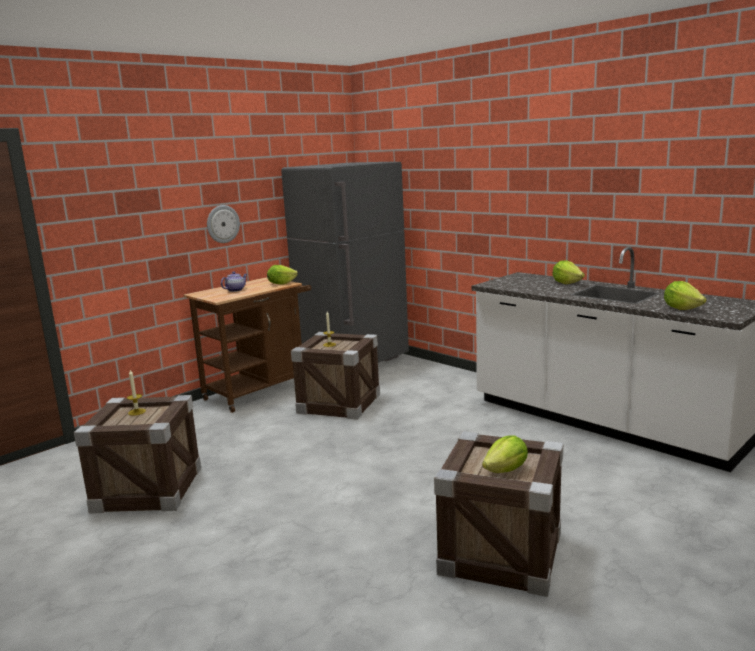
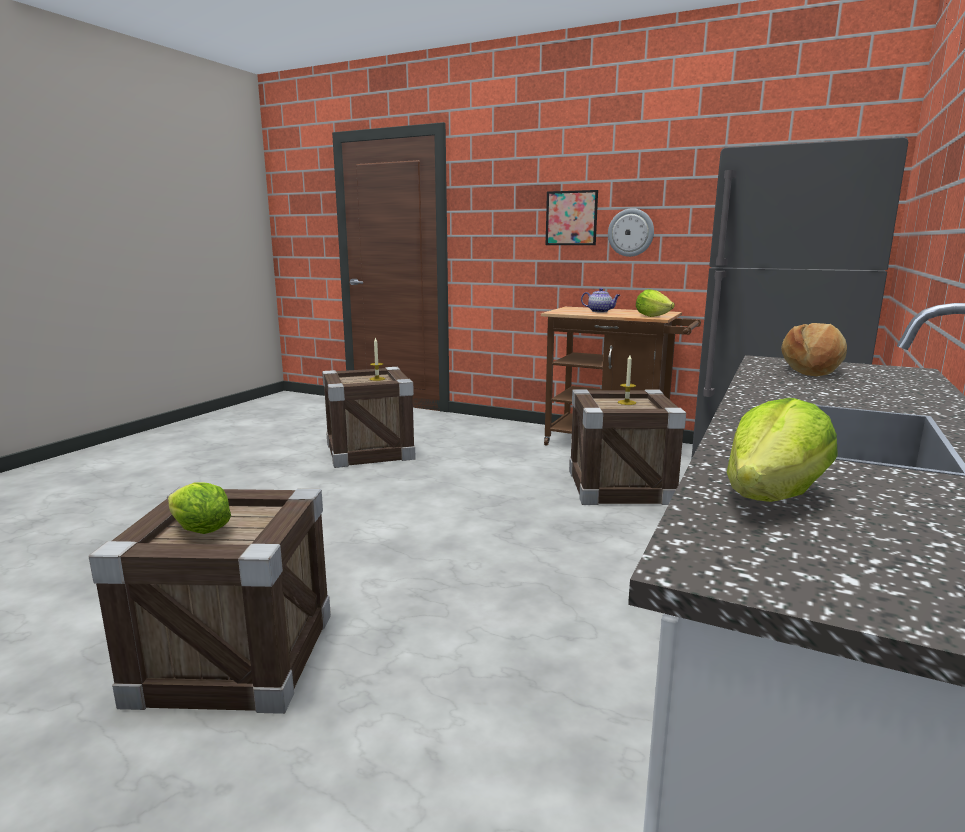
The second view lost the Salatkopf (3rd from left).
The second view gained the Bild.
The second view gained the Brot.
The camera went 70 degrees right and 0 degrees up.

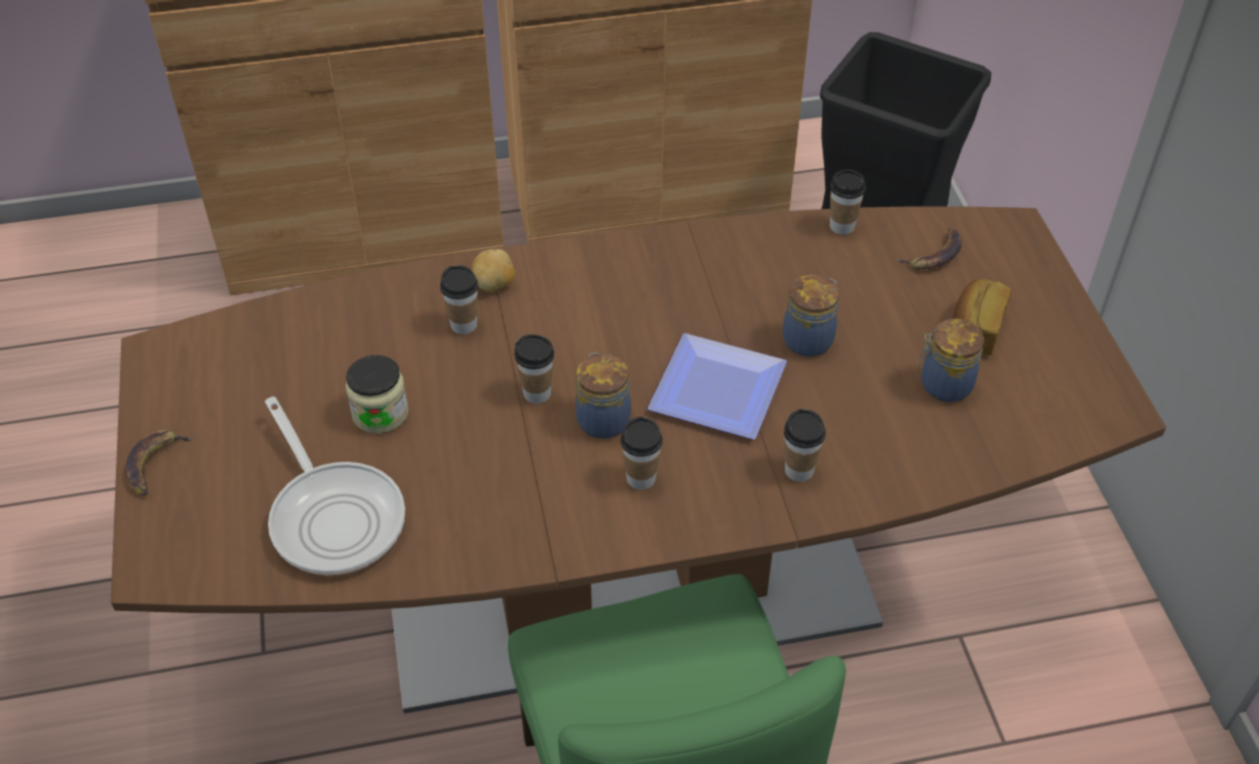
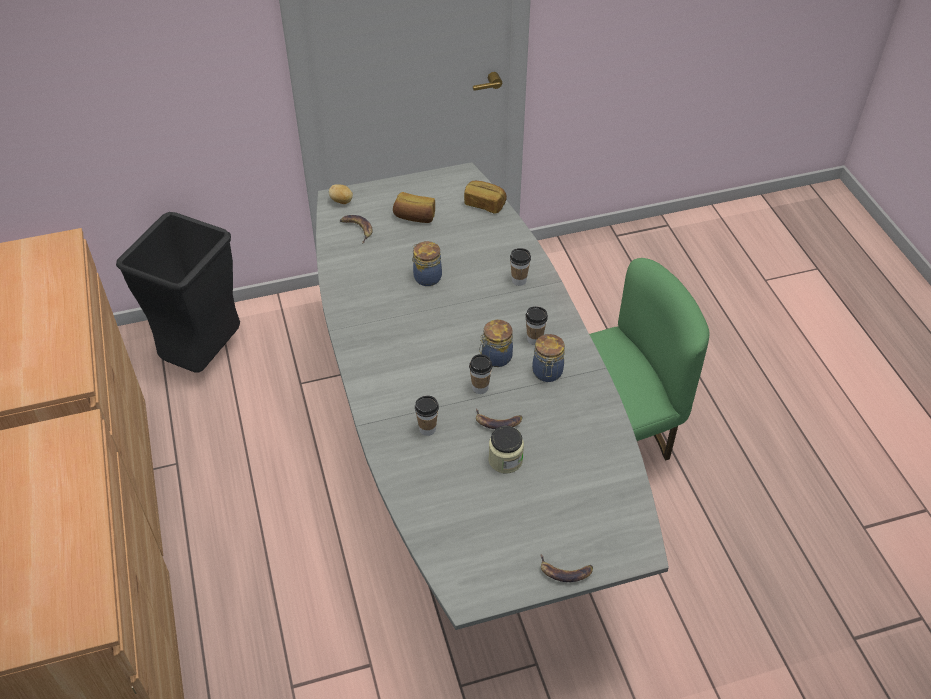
The second view lost the Pfanne.
The second view lost the Teller.
The second view lost the Tasse (5th from left).
The second view gained the Brot (2nd from left).
The second view gained the Banane (2nd from left).
The Kartoffel ended up elsewhere.
The Vorratsglas (4th from left) ended up elsewhere.
What was the Esstisch [braun] turned into the Esstisch [grau].
The camera went 95 degrees left and 0 degrees up.

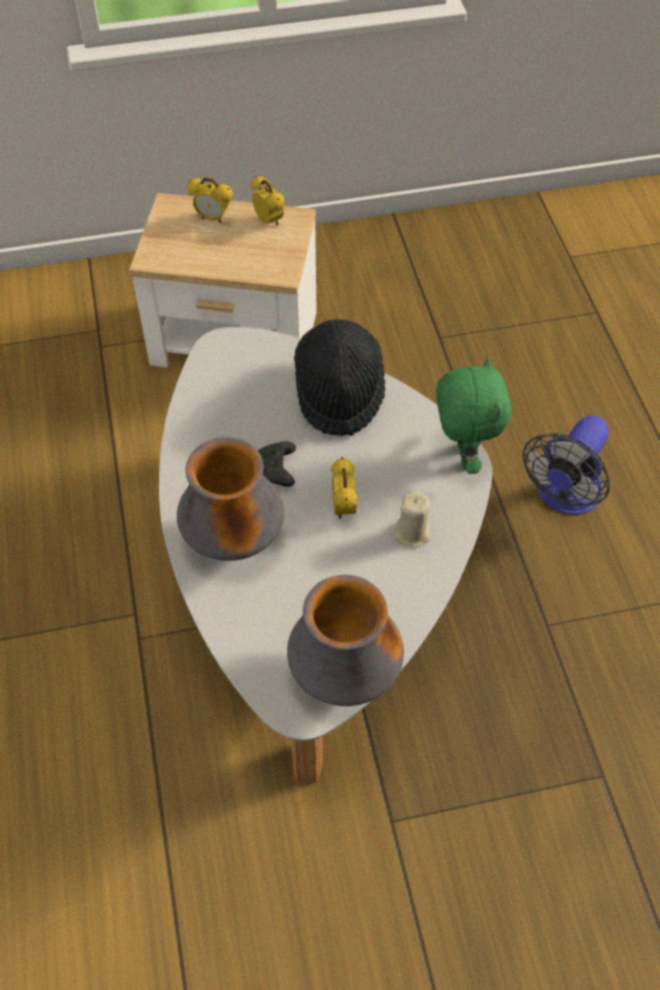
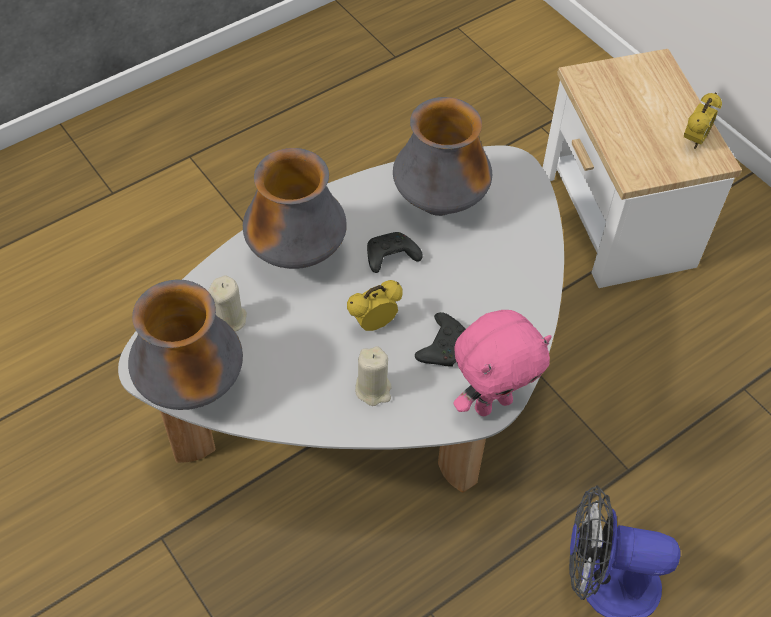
The second view lost the Wecker (1st from left).
The second view lost the Hut [schwarz].
The second view gained the Kerze [beige] (1st from left).
The second view gained the Vase (3rd from left).
The second view gained the Gamepad [schwarz] (2nd from left).
What was the Plüschtier [grün] turned into the Plüschtier [rosa].
The camera went 65 degrees right and 0 degrees up.

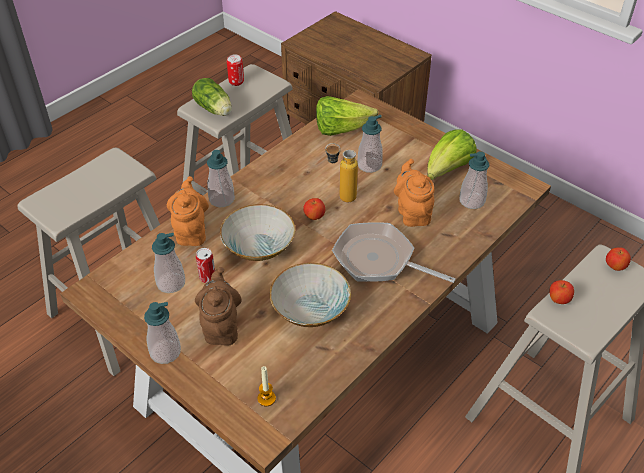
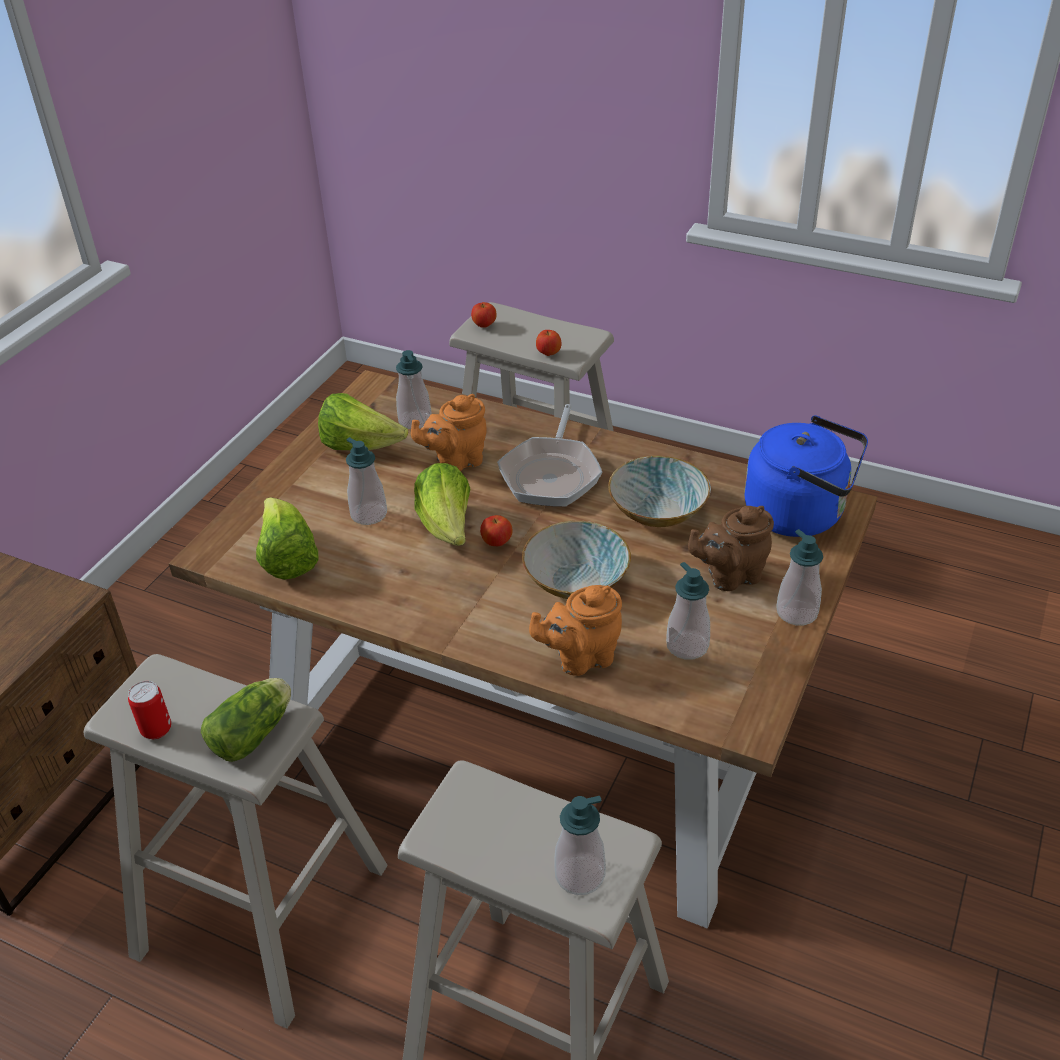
The second view lost the Dose (1st from left).
The Seifenspender (3rd from left) ended up elsewhere.
Where the Kerze stood, the Wasserkessel [blau] came to stand.
Where the Flasche stood, the Salatkopf (4th from left) came to stand.
The camera went 105 degrees left and 5 degrees down.

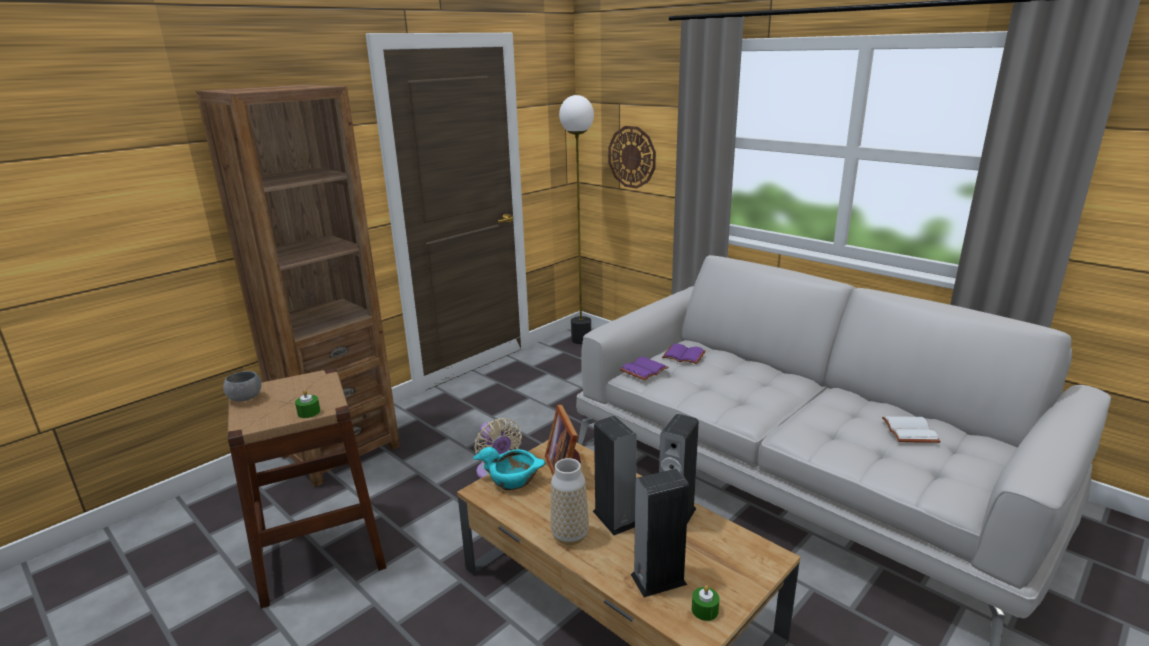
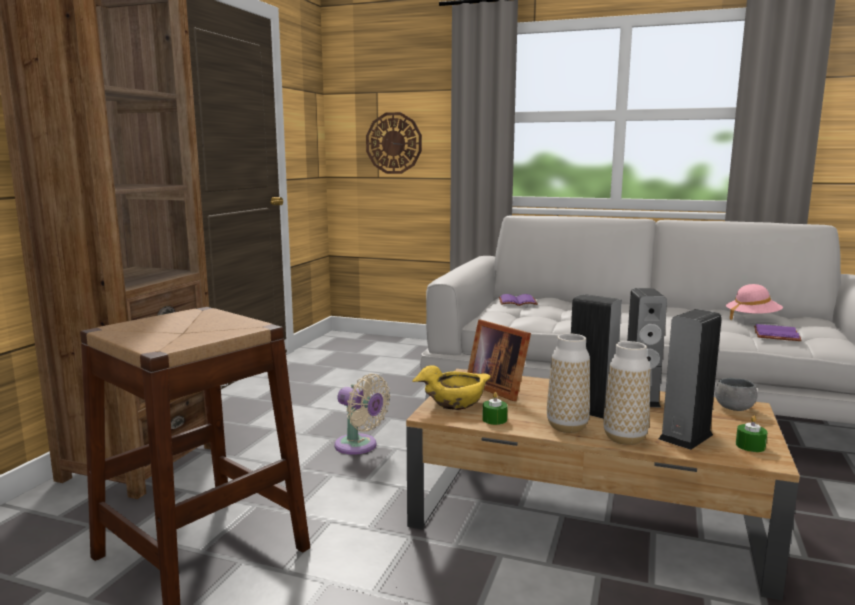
The second view lost the Stehlampe.
The second view gained the Vase (2nd from left).
The Schüssel [grau] ended up elsewhere.
The Kerze [grün] (1st from left) ended up elsewhere.
The Buch [lila] (1st from left in the first image) ended up elsewhere.
Where the Buch [weiß] stood, the Hut [rosa] came to stand.
What was the Schüssel [türkis] turned into the Schüssel [gelb].
The camera went 25 degrees left and 10 degrees down.

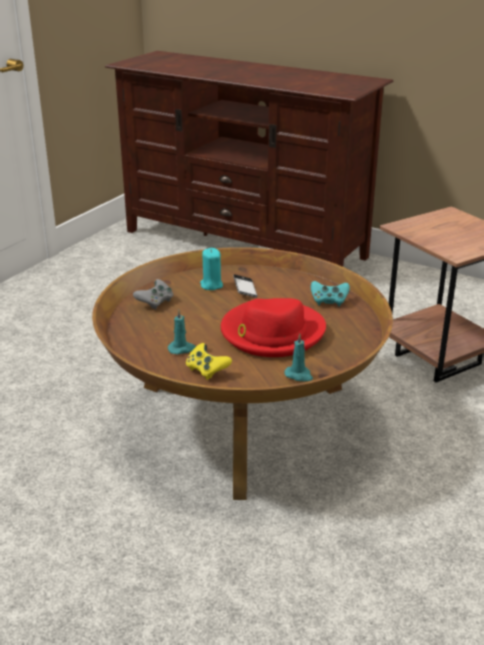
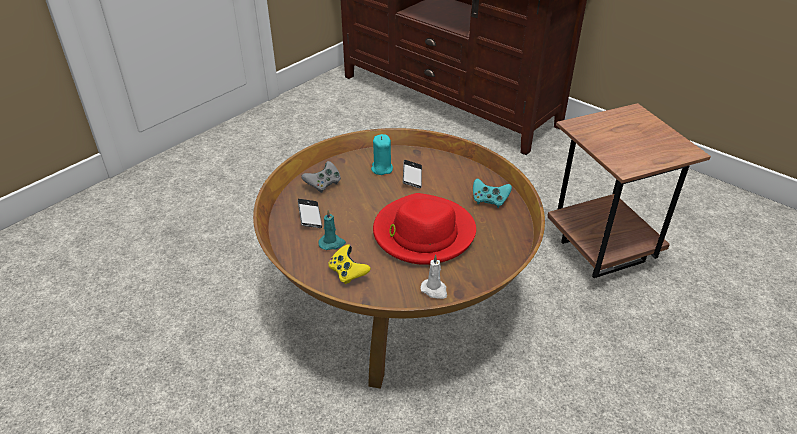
The second view gained the Handy (1st from left).
What was the Kerze [türkis] (3rd from left) turned into the Kerze [weiß].
The camera went 10 degrees right and 10 degrees up.

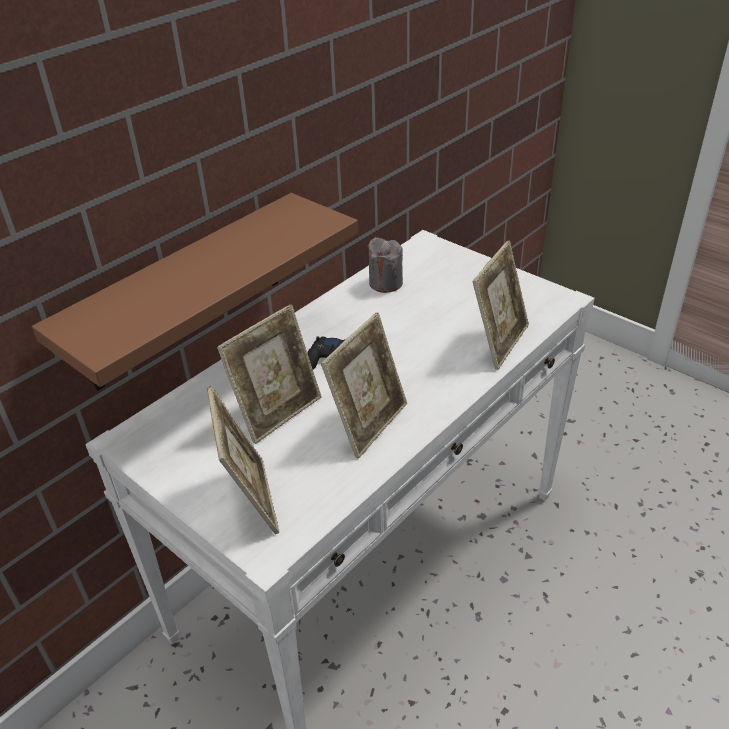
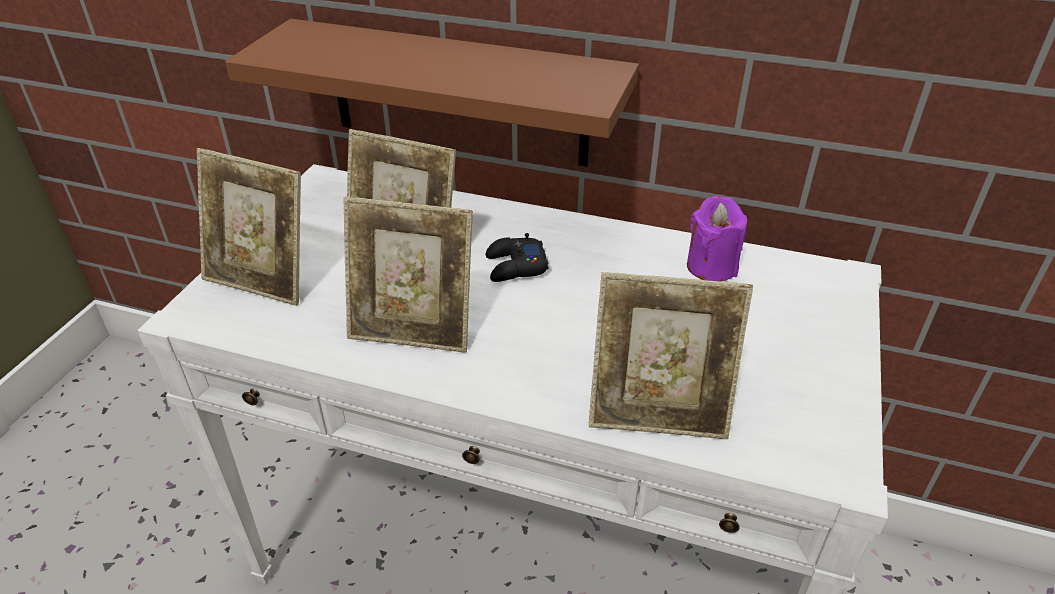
What was the Kerze [grau] turned into the Kerze [lila].
The Bilderrahmen (1st from left) ended up facing another way, 60 degrees clockwise from before.
The camera went 65 degrees right and 0 degrees up.

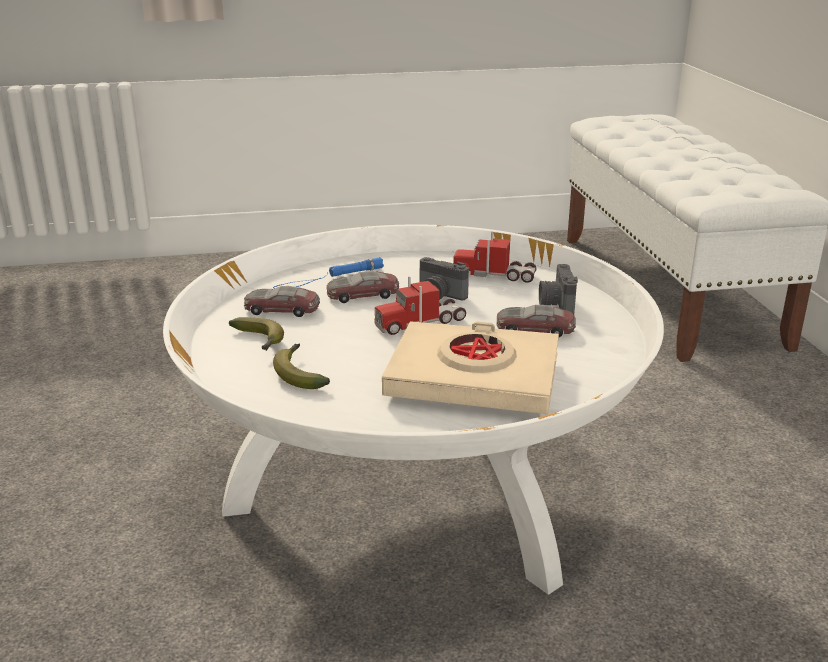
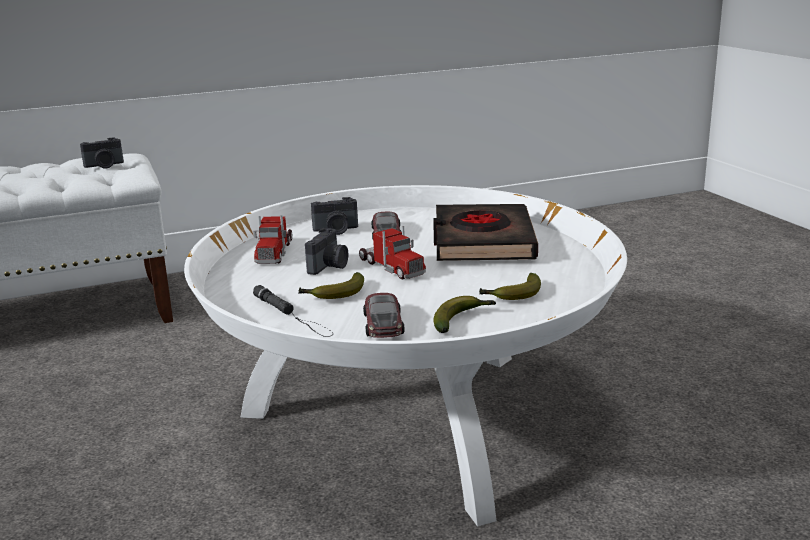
The second view gained the Kamera (1st from left).
Where the Spielzeugauto (2nd from left) stood, the Banane (1st from left) came to stand.
What was the Taschenlampe [blau] turned into the Taschenlampe [schwarz].
What was the Buch [beige] turned into the Buch [schwarz].
The camera went 100 degrees left and 5 degrees down.

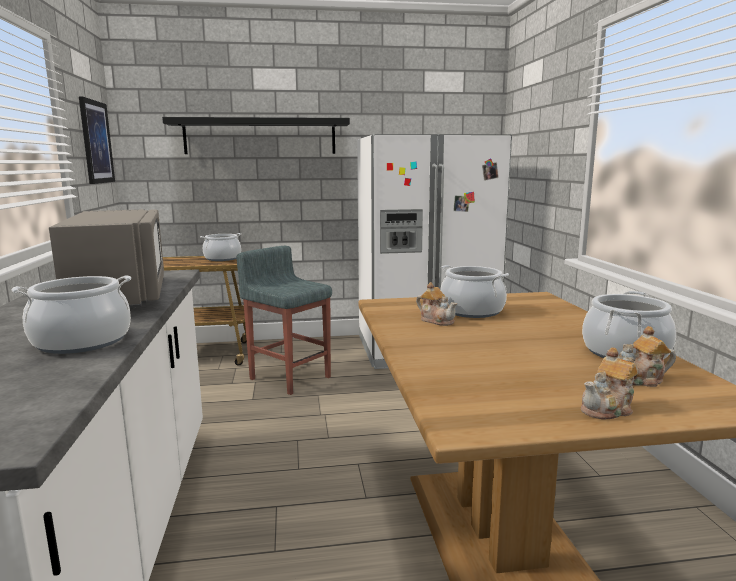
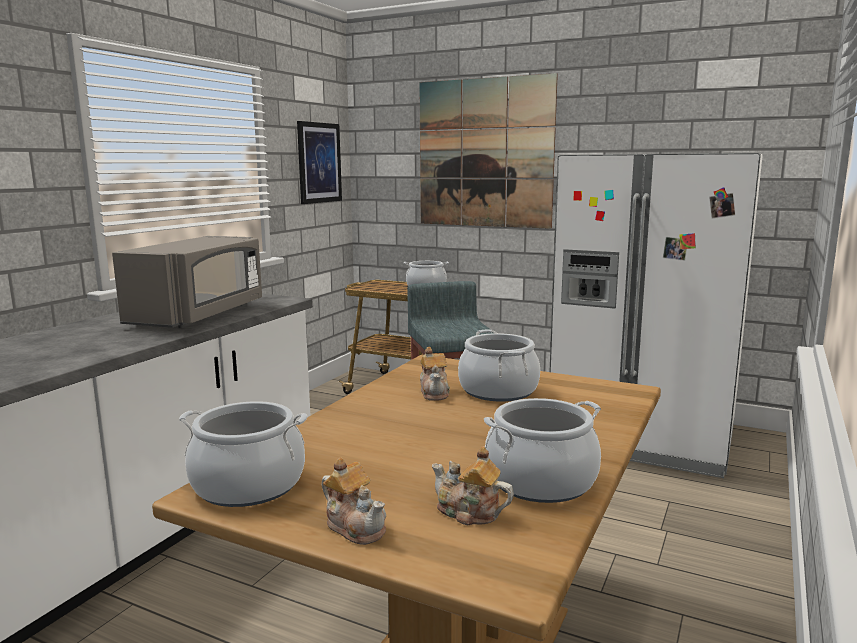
The Kochtopf (1st from left) ended up elsewhere.
Where the Wandregal [schwarz] hung, the Bild (2nd from left) came to hang.
The Teekanne (2nd from left in the first image) ended up facing another way, 135 degrees counterclockwise from before.
The camera went 35 degrees right and 0 degrees up.

